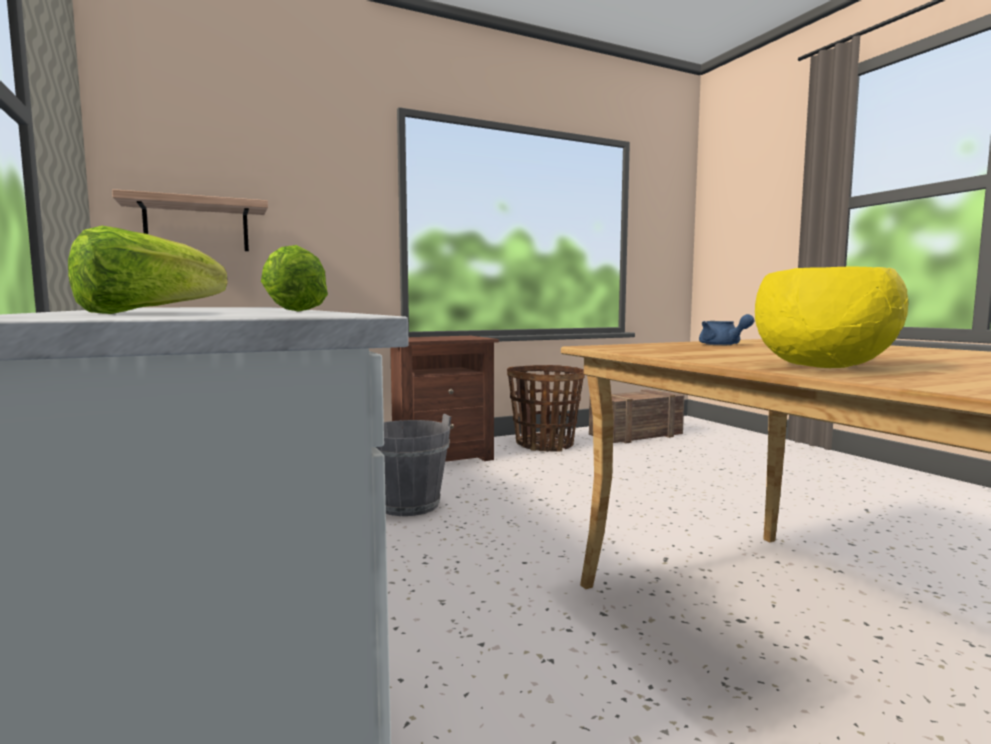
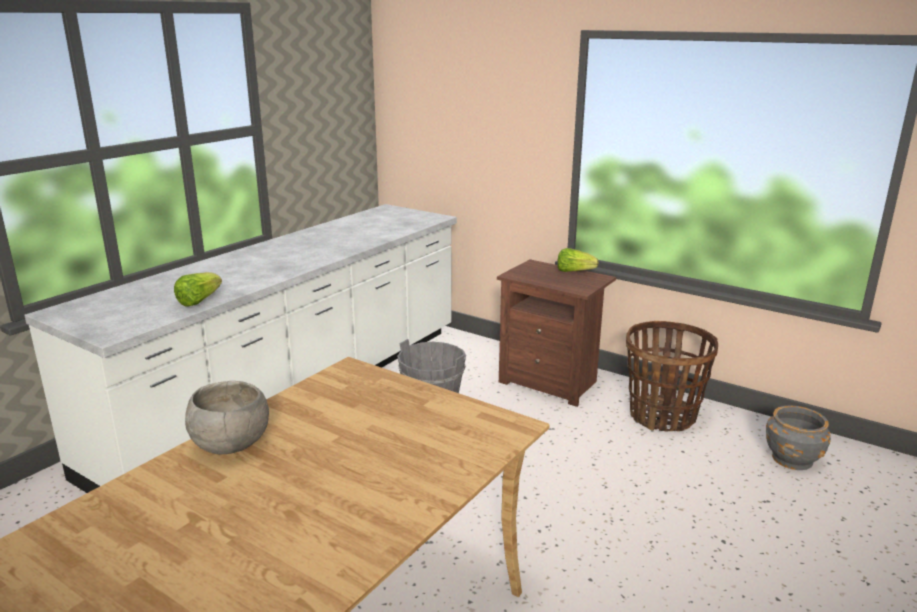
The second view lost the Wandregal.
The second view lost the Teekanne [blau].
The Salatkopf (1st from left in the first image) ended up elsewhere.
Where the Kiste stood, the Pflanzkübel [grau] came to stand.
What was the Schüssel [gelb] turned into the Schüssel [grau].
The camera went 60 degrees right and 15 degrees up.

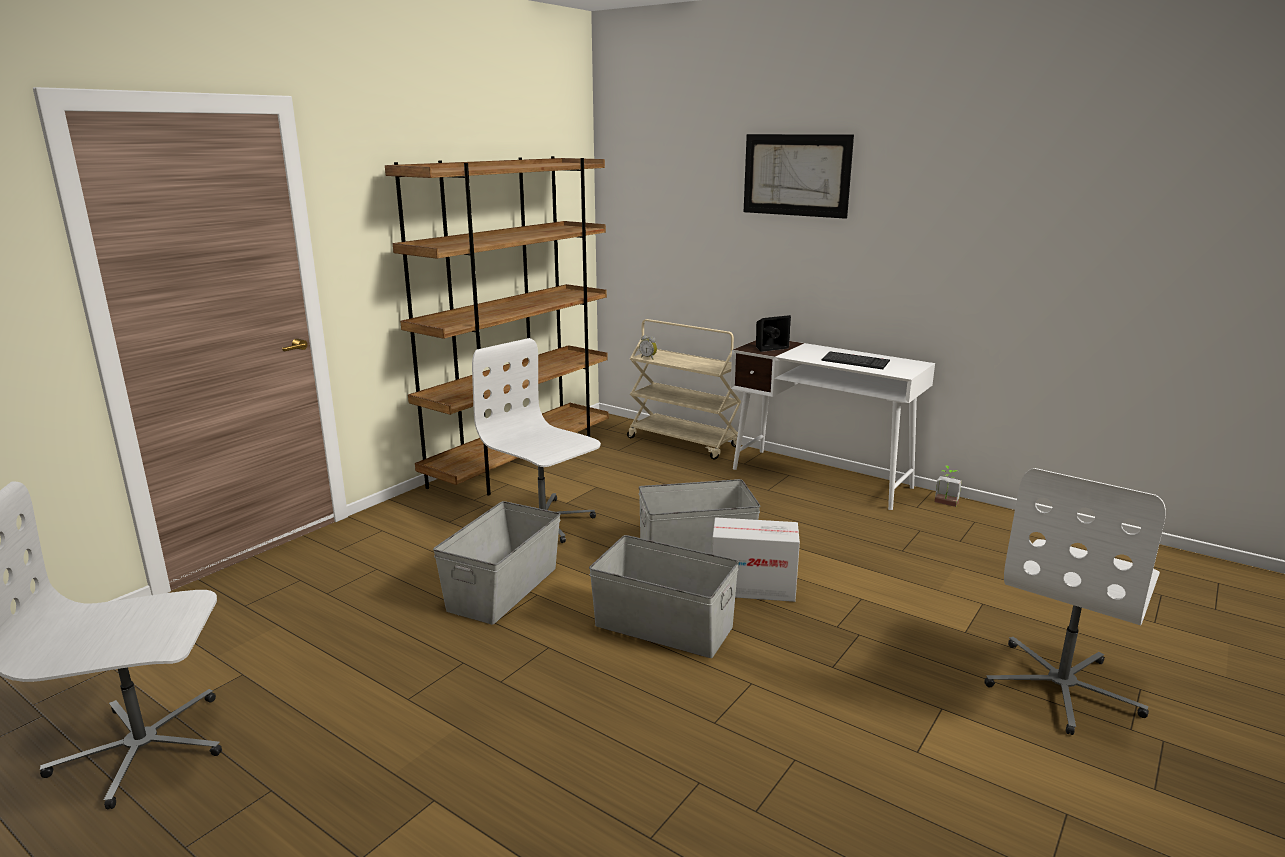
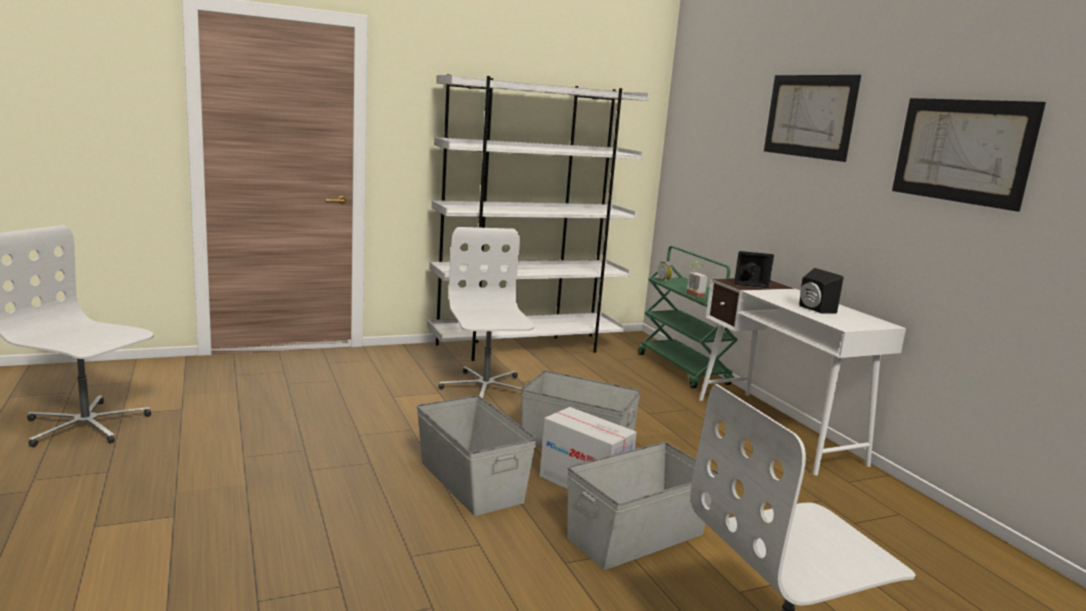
The second view gained the Bild (2nd from left).
The Aufbewahrungsbox [grau] (1st from left in the first image) ended up elsewhere.
The Topfpflanze ended up elsewhere.
Where the Tastatur stood, the Lautsprecher [schwarz] (2nd from left) came to stand.
What was the Bücherregal [braun] turned into the Bücherregal [weiß].
What was the Rollwagen [beige] turned into the Rollwagen [grün].
The camera went 30 degrees right and 5 degrees down.

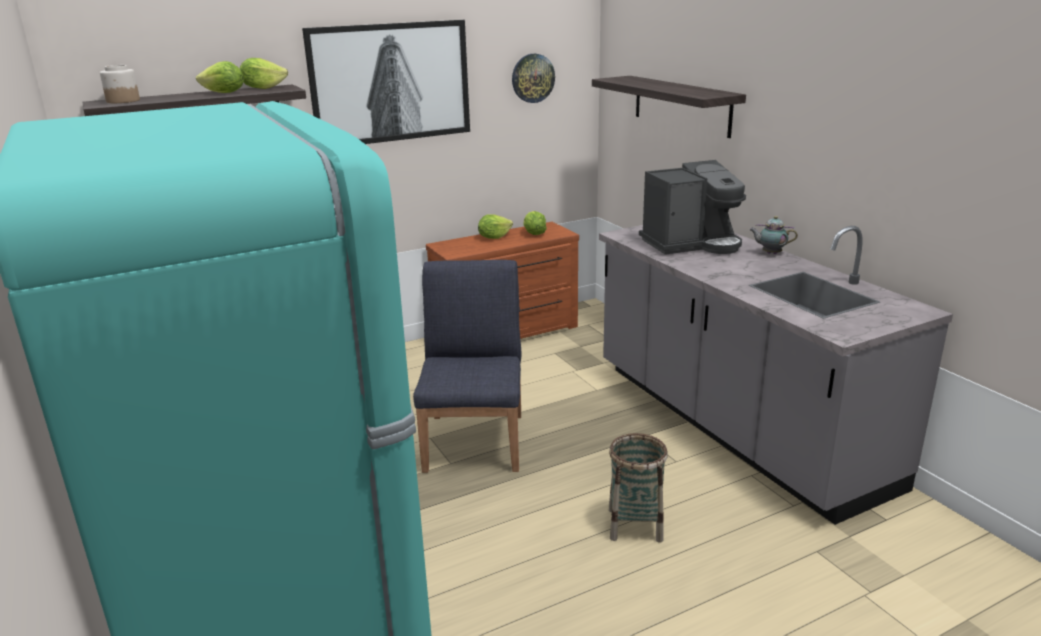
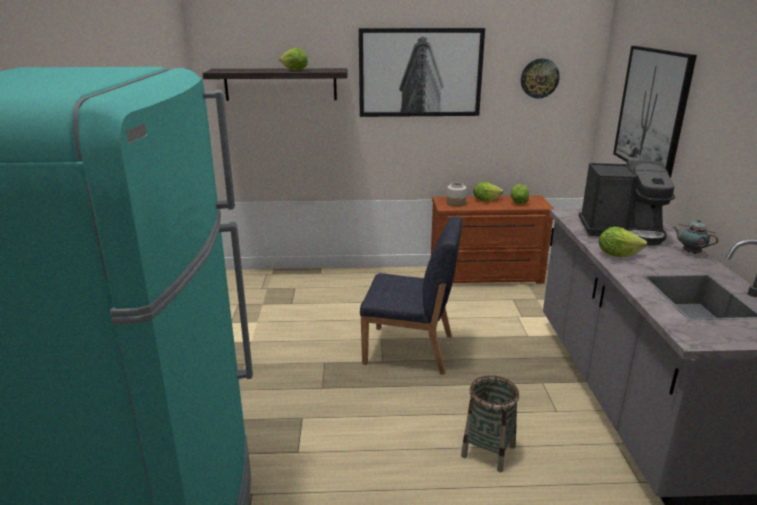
The Vorratsglas ended up elsewhere.
The Salatkopf (2nd from left in the first image) ended up elsewhere.
Where the Wandregal (2nd from left) hung, the Bild (2nd from left) came to hang.
The Stuhl [blau] ended up facing another way, 75 degrees clockwise from before.
The camera went 25 degrees right and 0 degrees up.

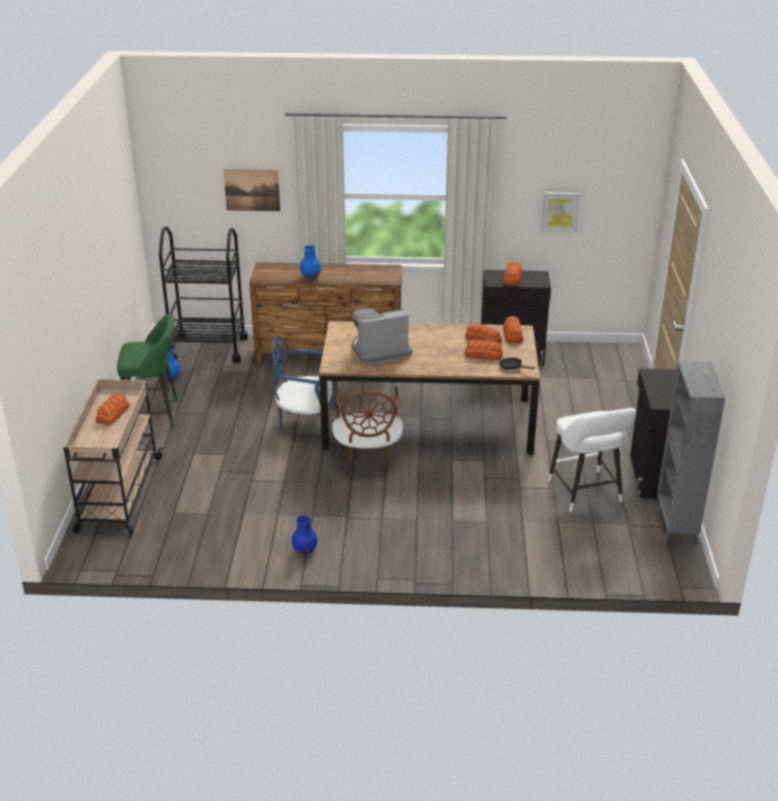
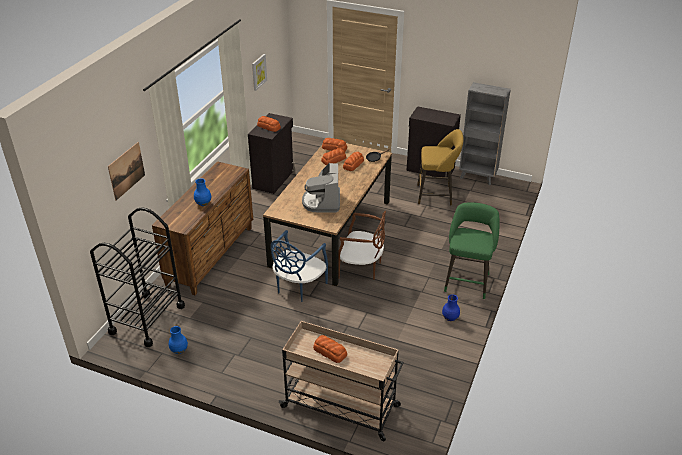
The Hocker [grün] ended up elsewhere.
What was the Hocker [weiß] turned into the Hocker [gelb].
The camera went 70 degrees left and 5 degrees up.

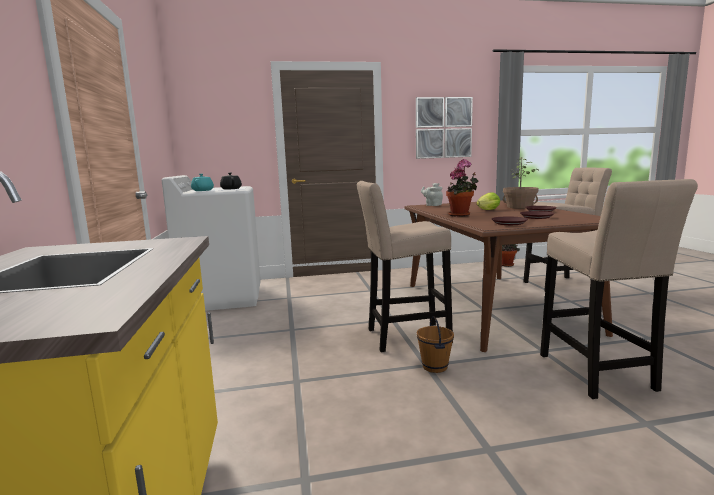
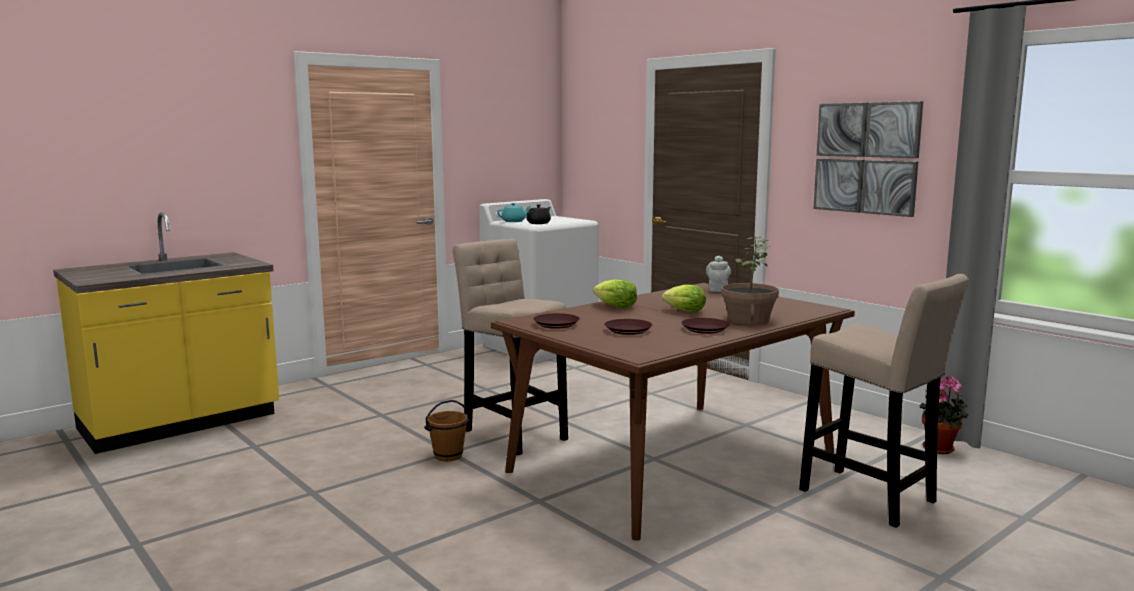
The second view lost the Hocker [beige] (3rd from left).
Where the Topfpflanze (1st from left) stood, the Salatkopf (1st from left) came to stand.
The camera went 60 degrees right and 0 degrees up.

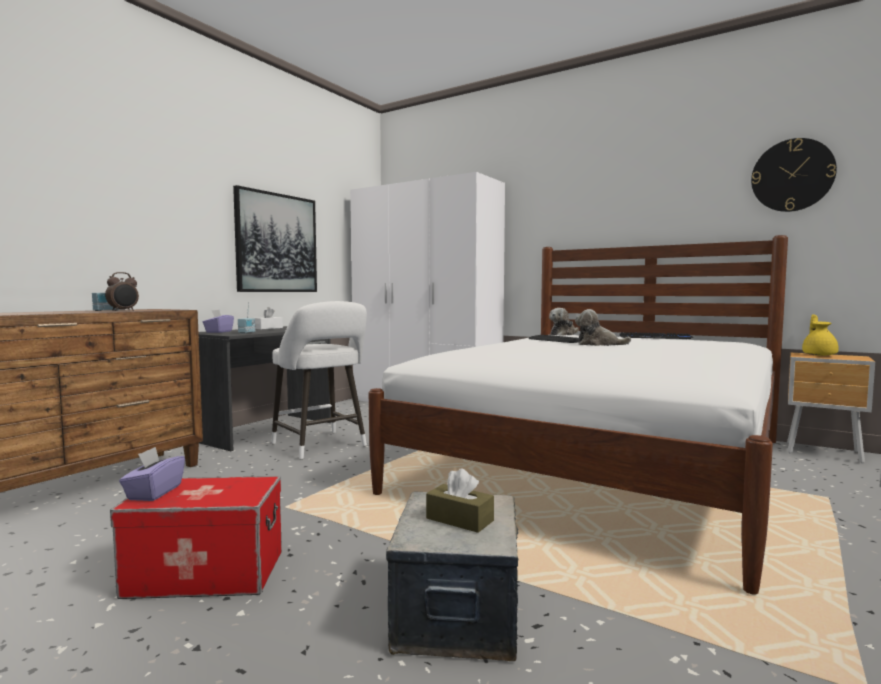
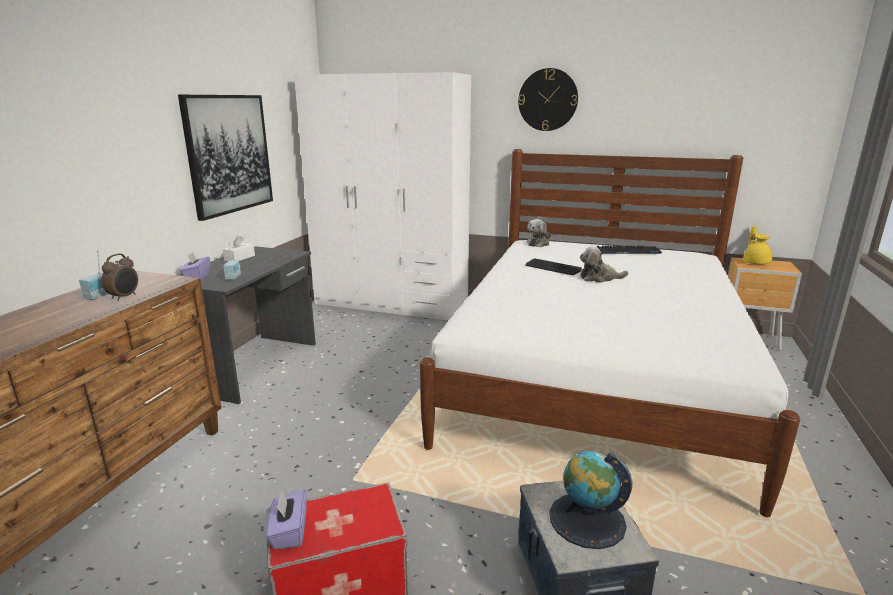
The second view lost the Hocker [weiß].
The Wanduhr ended up elsewhere.
Where the Taschentuchbox [braun] stood, the Globus came to stand.
The camera went 15 degrees left and 15 degrees up.

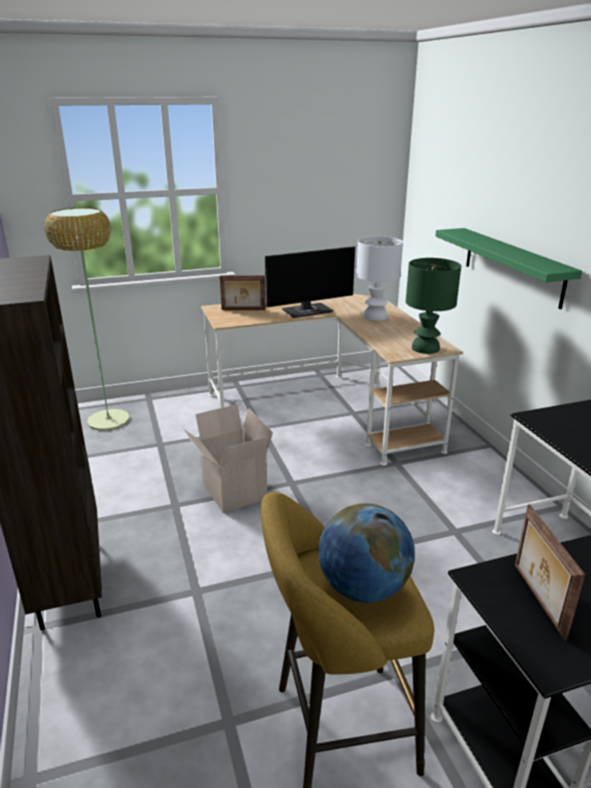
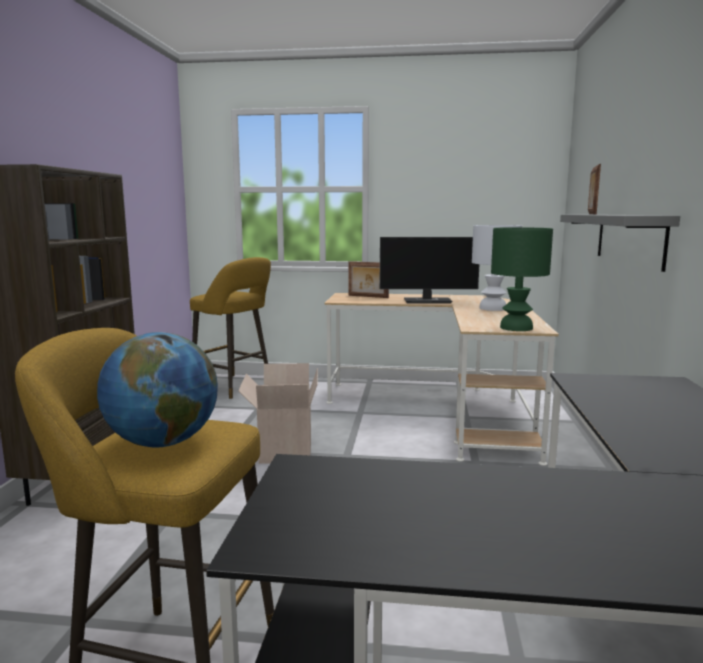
The Bilderrahmen (2nd from left) ended up elsewhere.
Where the Stehlampe stood, the Hocker [gelb] (2nd from left) came to stand.
What was the Wandregal [grün] turned into the Wandregal [grau].
The camera went 25 degrees right and 15 degrees down.

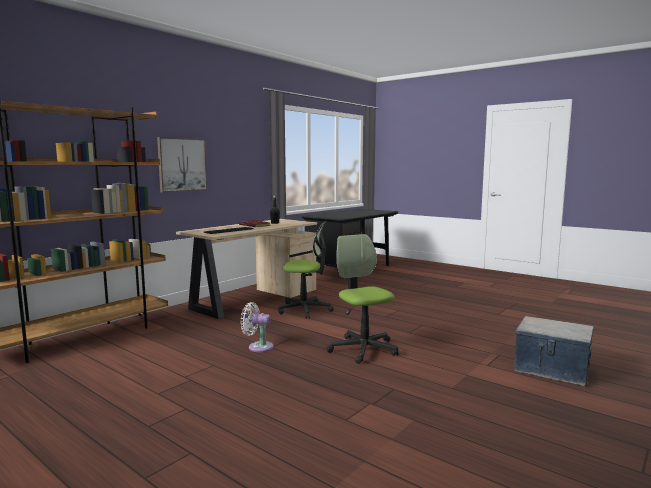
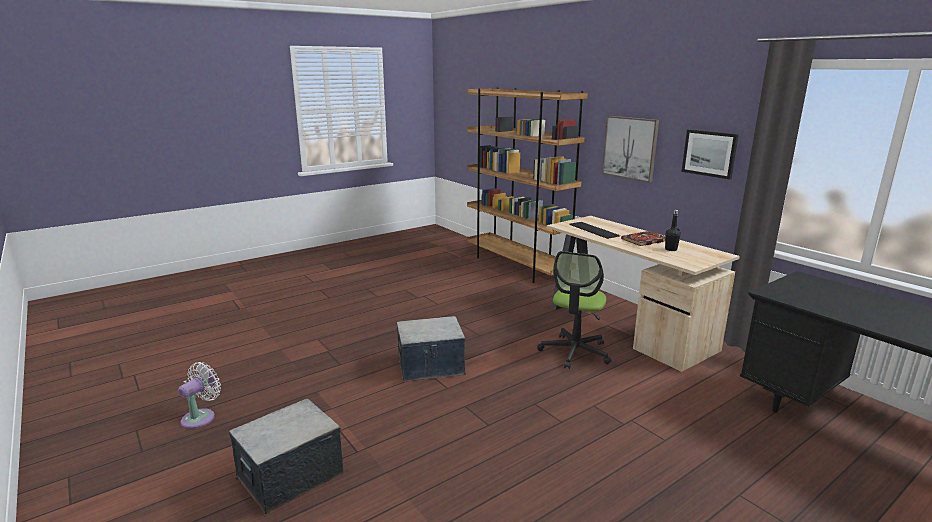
The second view gained the Bild (2nd from left).
The Ventilator [weiß] ended up elsewhere.
Where the Bürostuhl (2nd from left) stood, the Aufbewahrungsbox (2nd from left) came to stand.
The camera went 105 degrees right and 10 degrees up.

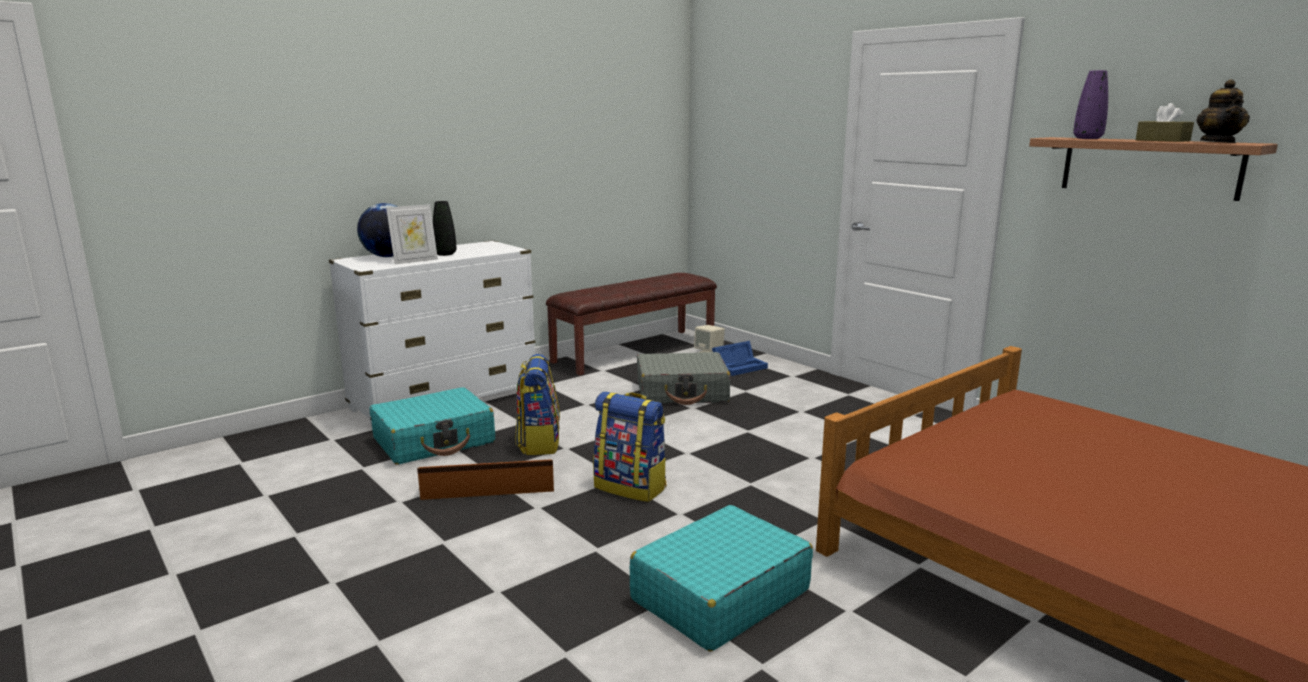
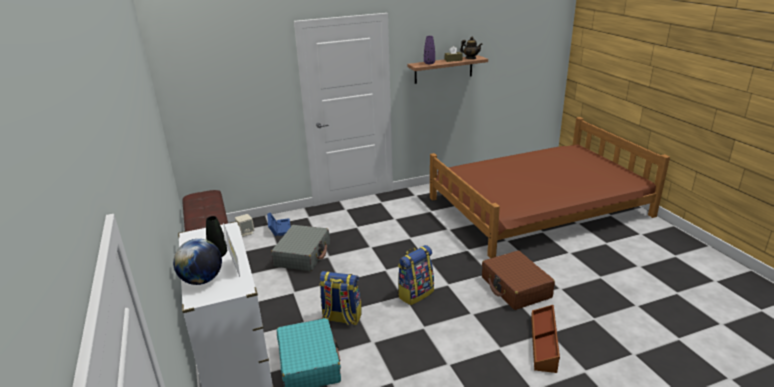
The Aufbewahrungsbox [braun] ended up elsewhere.
What was the Koffer [türkis] (2nd from left) turned into the Koffer [braun].
The camera went 70 degrees left and 10 degrees up.

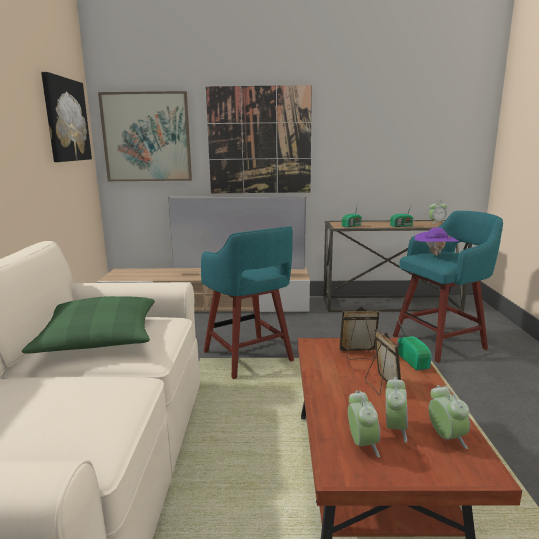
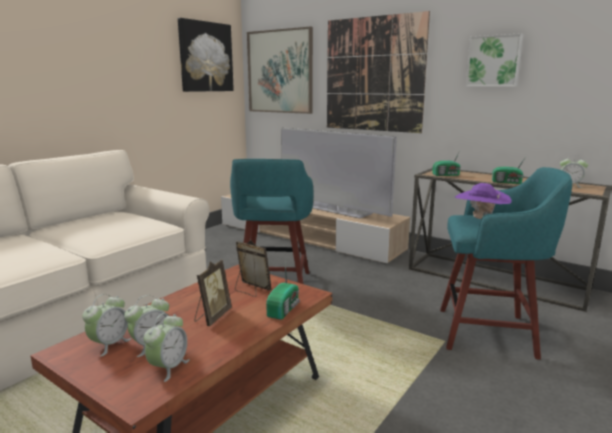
The second view lost the Kissen [grün].
The second view gained the Bild (4th from left).
The camera went 35 degrees right and 0 degrees up.

